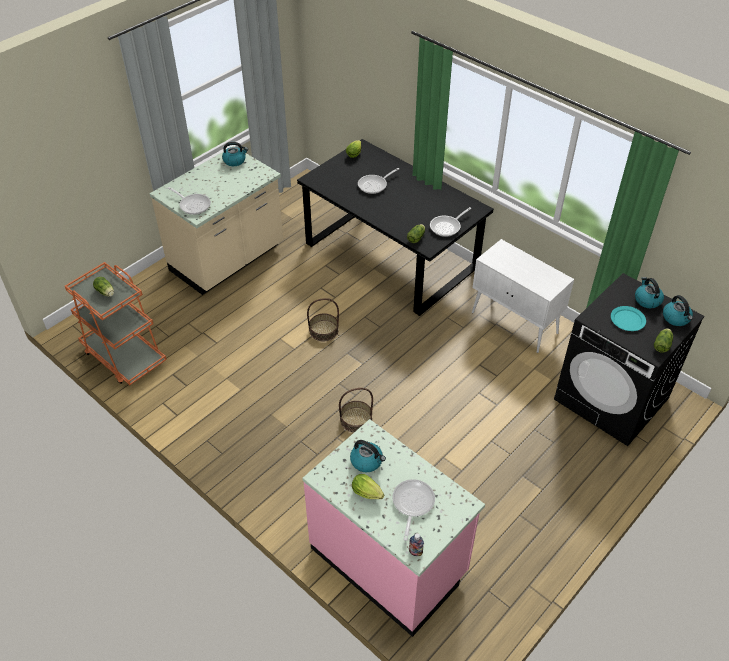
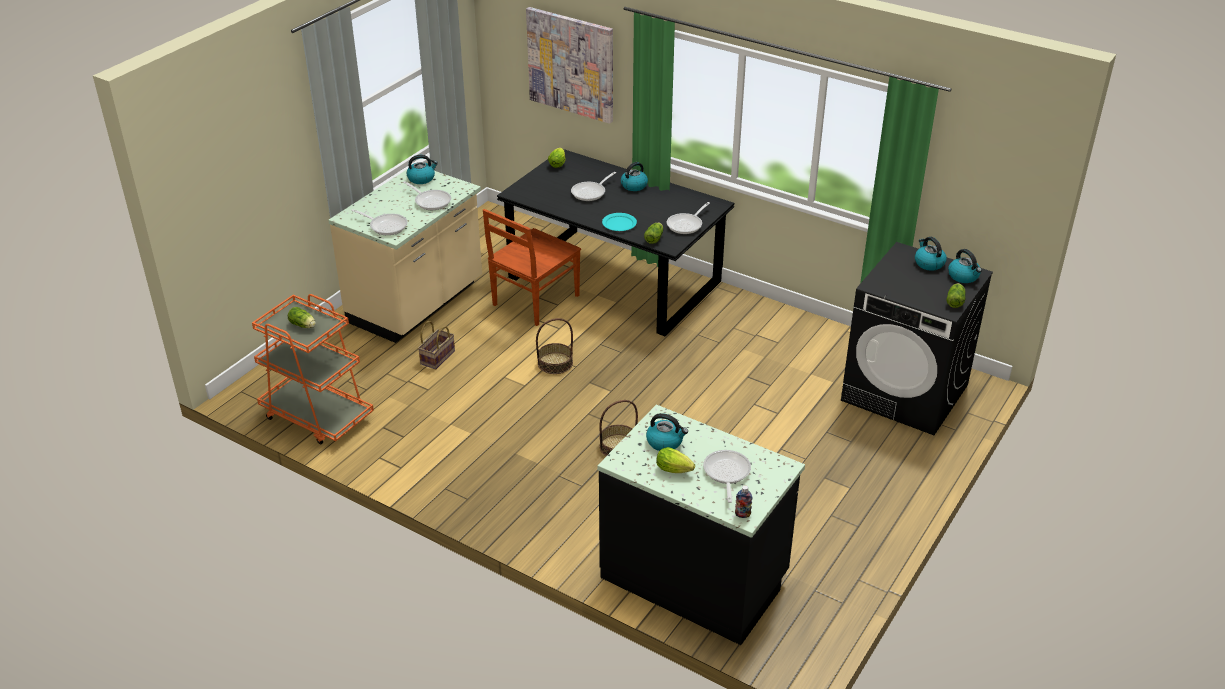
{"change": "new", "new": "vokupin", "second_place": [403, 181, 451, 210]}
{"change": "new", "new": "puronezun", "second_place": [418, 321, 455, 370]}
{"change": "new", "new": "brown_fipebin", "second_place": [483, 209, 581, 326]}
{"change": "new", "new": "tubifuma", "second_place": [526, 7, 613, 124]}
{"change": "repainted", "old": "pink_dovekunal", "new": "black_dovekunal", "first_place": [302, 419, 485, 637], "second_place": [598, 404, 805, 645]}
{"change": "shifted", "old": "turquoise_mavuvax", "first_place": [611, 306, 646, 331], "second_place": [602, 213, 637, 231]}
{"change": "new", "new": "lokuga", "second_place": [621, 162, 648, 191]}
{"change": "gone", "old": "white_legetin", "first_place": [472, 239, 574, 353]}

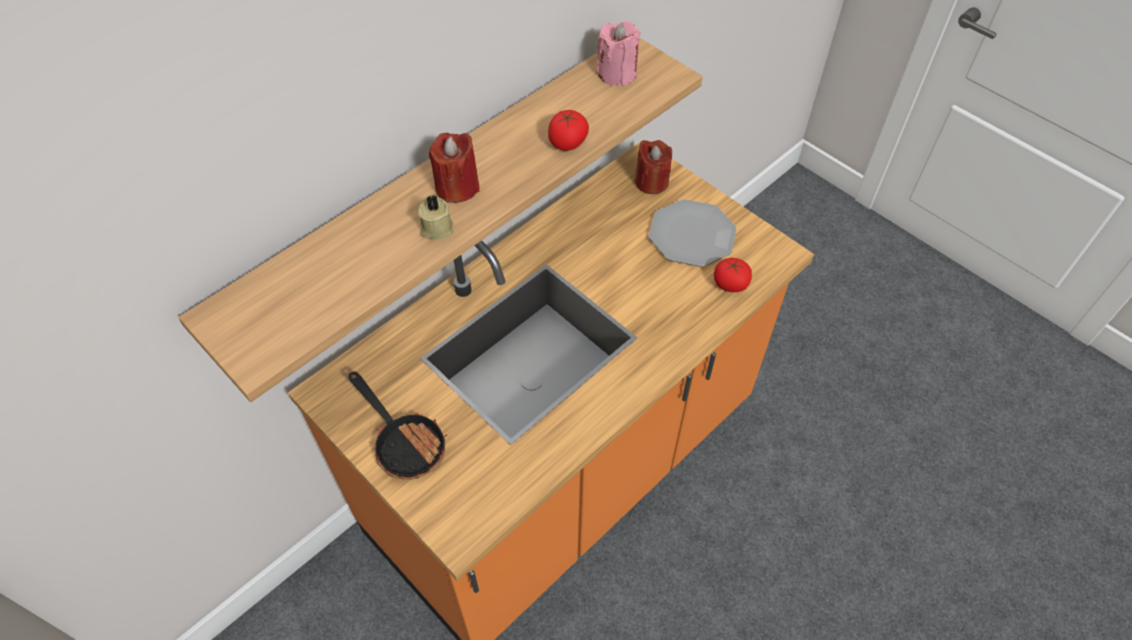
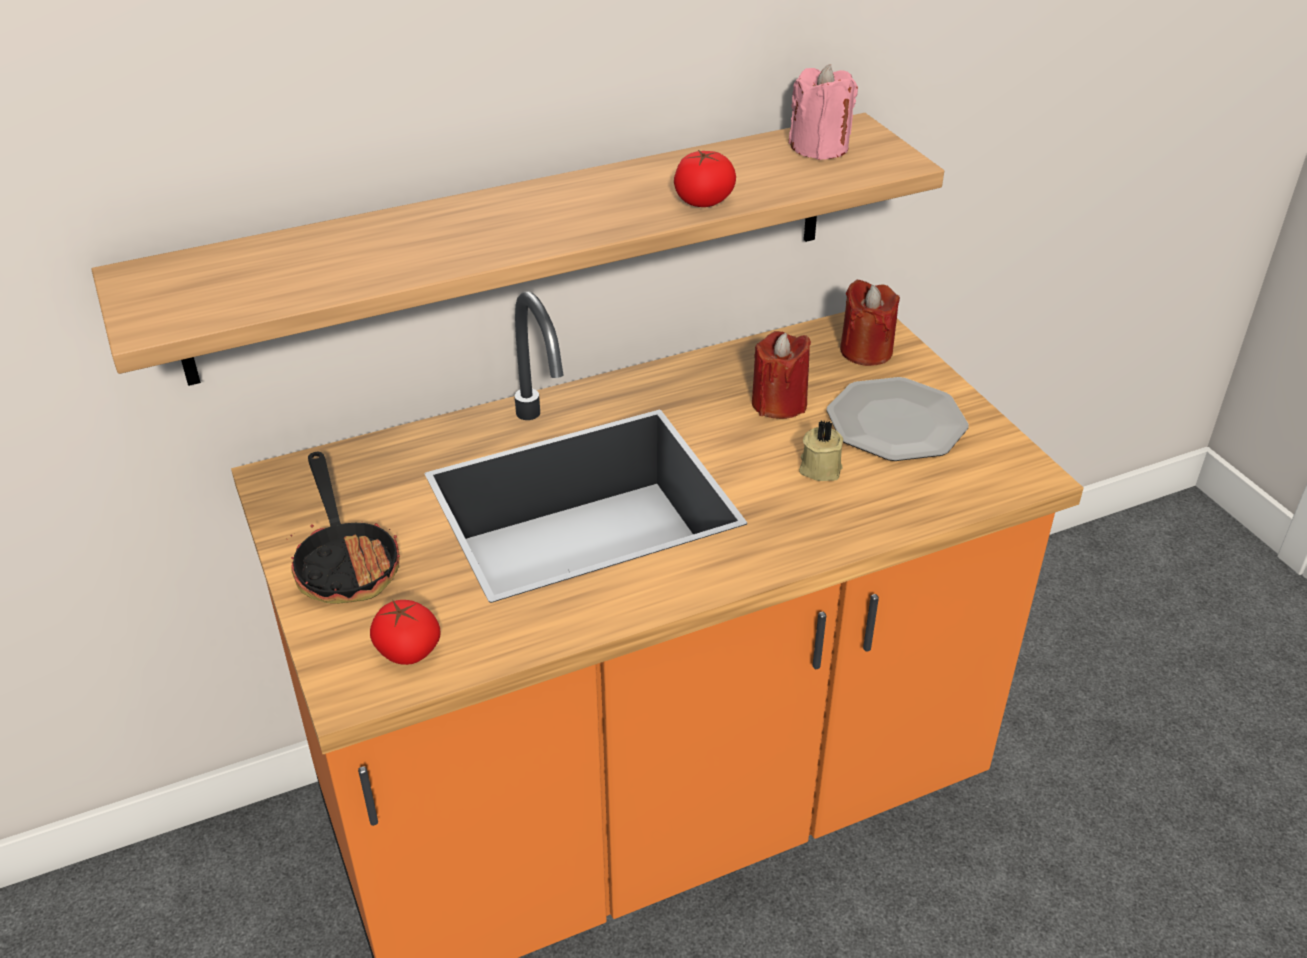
{"change": "shifted", "old": "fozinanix", "first_place": [714, 258, 752, 292], "second_place": [370, 600, 440, 665]}
{"change": "shifted", "old": "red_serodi", "first_place": [429, 133, 480, 203], "second_place": [752, 331, 811, 419]}
{"change": "shifted", "old": "beige_serodi", "first_place": [418, 194, 453, 240], "second_place": [799, 421, 843, 481]}

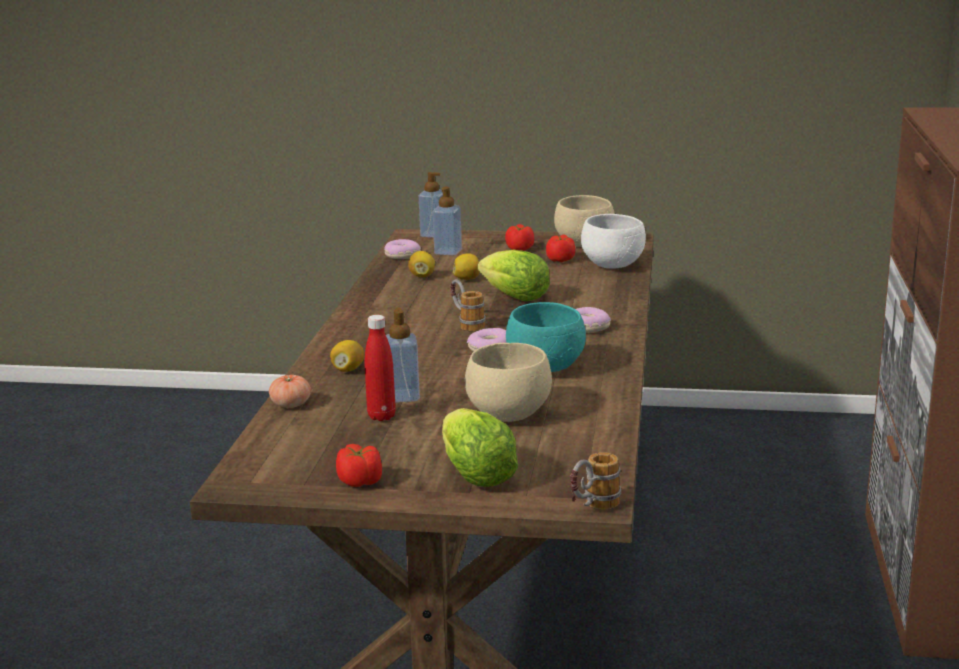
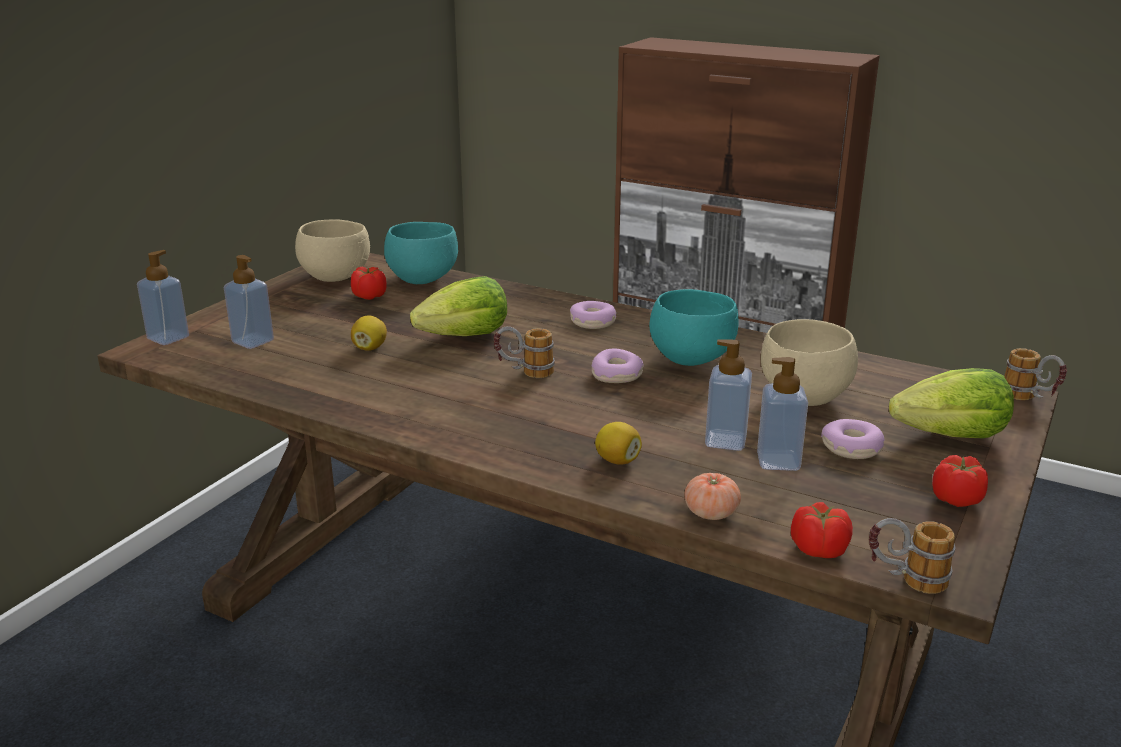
{"change": "repainted", "old": "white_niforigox", "new": "turquoise_niforigox", "first_place": [581, 214, 646, 269], "second_place": [384, 222, 458, 284]}
{"change": "swapped", "old": "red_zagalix", "new": "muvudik", "first_place": [365, 315, 396, 421], "second_place": [757, 357, 808, 471]}
{"change": "shifted", "old": "fozinanix", "first_place": [505, 224, 534, 251], "second_place": [791, 502, 853, 558]}
{"change": "shifted", "old": "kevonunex", "first_place": [384, 239, 421, 259], "second_place": [821, 419, 885, 459]}
{"change": "new", "new": "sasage", "second_place": [869, 518, 956, 594]}
{"change": "gone", "old": "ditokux", "first_place": [408, 251, 435, 277]}

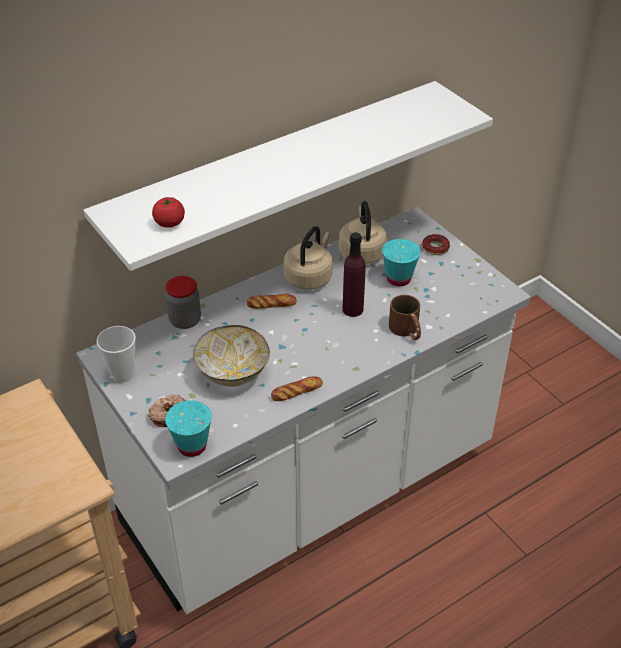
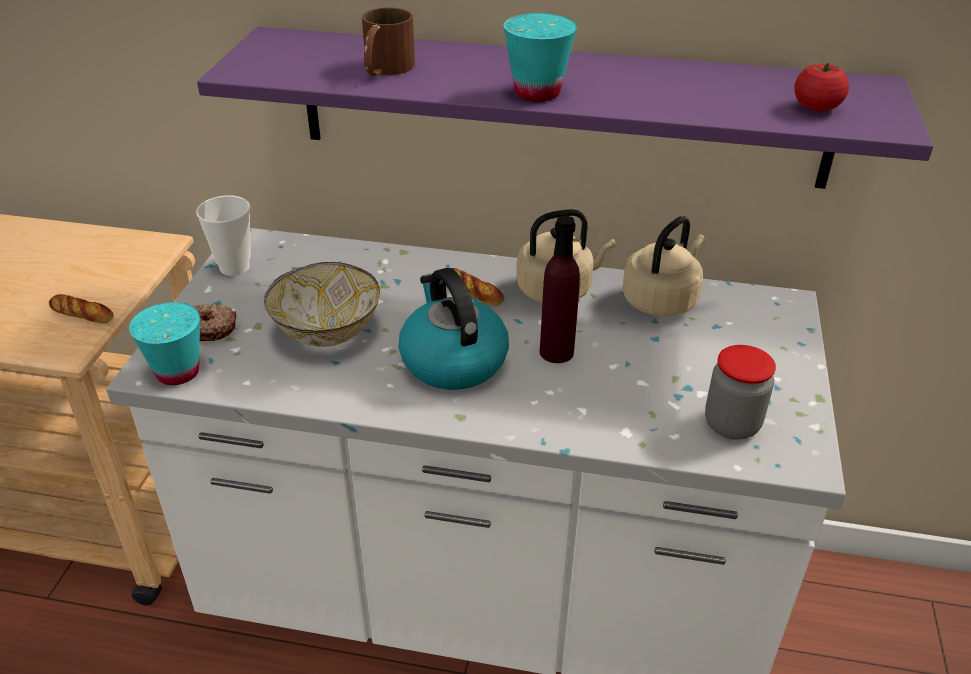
{"change": "shifted", "old": "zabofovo", "first_place": [271, 377, 323, 401], "second_place": [49, 294, 114, 323]}
{"change": "repainted", "old": "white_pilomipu", "new": "purple_pilomipu", "first_place": [84, 81, 493, 271], "second_place": [197, 27, 933, 189]}
{"change": "shifted", "old": "brown_sasage", "first_place": [389, 295, 421, 340], "second_place": [362, 7, 415, 76]}
{"change": "new", "new": "lokuga", "second_place": [399, 268, 509, 390]}
{"change": "shifted", "old": "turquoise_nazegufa", "first_place": [382, 239, 421, 286], "second_place": [503, 13, 577, 102]}
{"change": "shifted", "old": "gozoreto", "first_place": [165, 276, 201, 329], "second_place": [705, 345, 776, 440]}
{"change": "shifted", "old": "fozinanix", "first_place": [152, 197, 185, 228], "second_place": [794, 63, 849, 112]}
{"change": "gone", "old": "kevonunex", "first_place": [422, 234, 450, 255]}

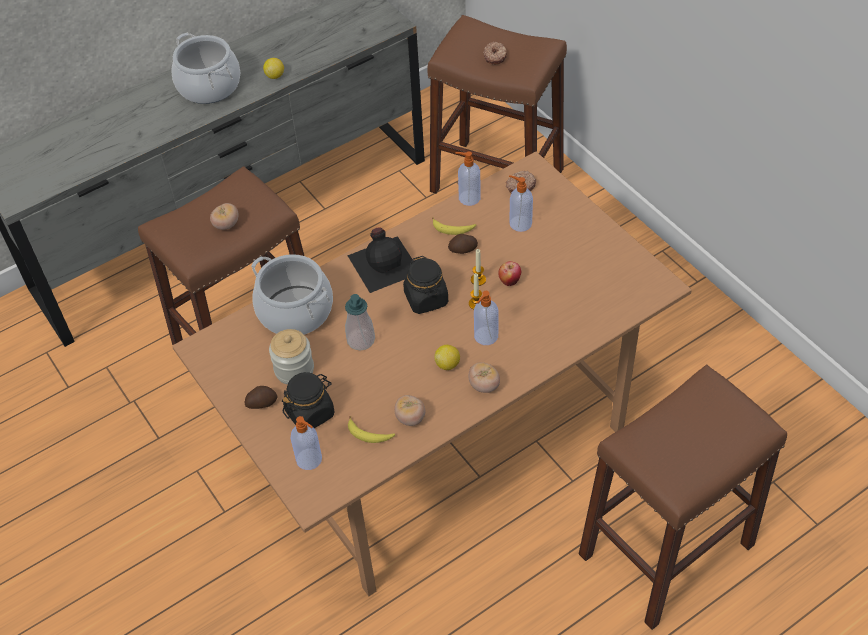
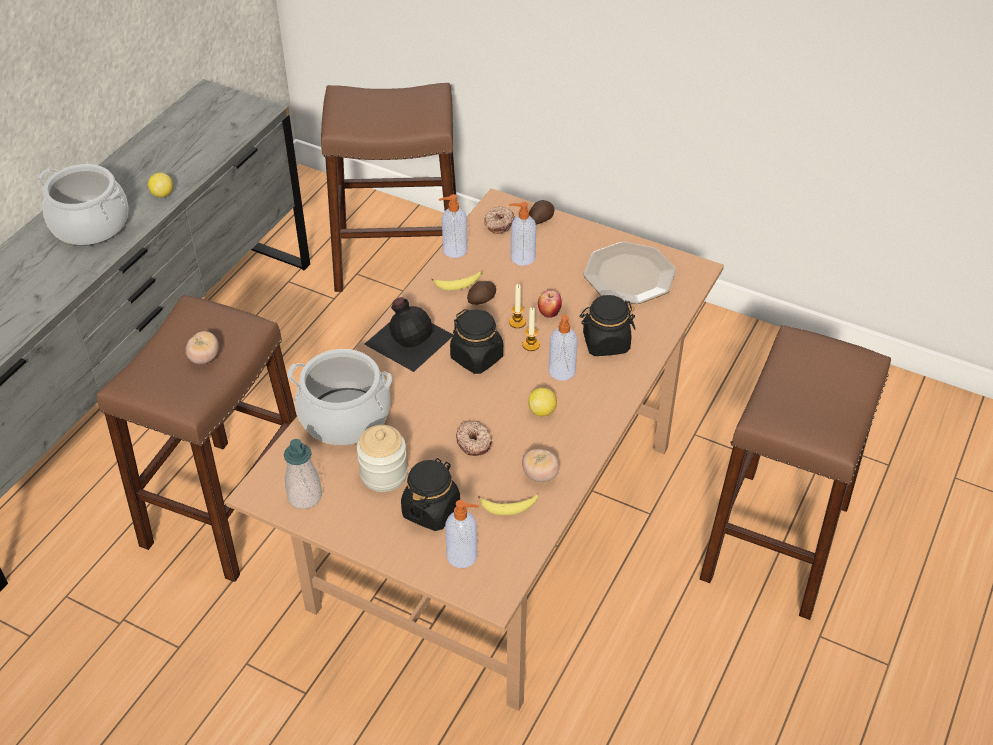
{"change": "shifted", "old": "muvudik", "first_place": [345, 294, 375, 350], "second_place": [284, 439, 322, 509]}
{"change": "shifted", "old": "kevonunex", "first_place": [483, 42, 507, 64], "second_place": [456, 421, 492, 456]}
{"change": "shifted", "old": "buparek", "first_place": [244, 386, 278, 409], "second_place": [529, 200, 555, 225]}
{"change": "new", "new": "black_gozoreto", "second_place": [580, 295, 635, 356]}
{"change": "new", "new": "mavuvax", "second_place": [584, 242, 676, 304]}
{"change": "gone", "old": "fozinanix", "first_place": [469, 362, 500, 393]}

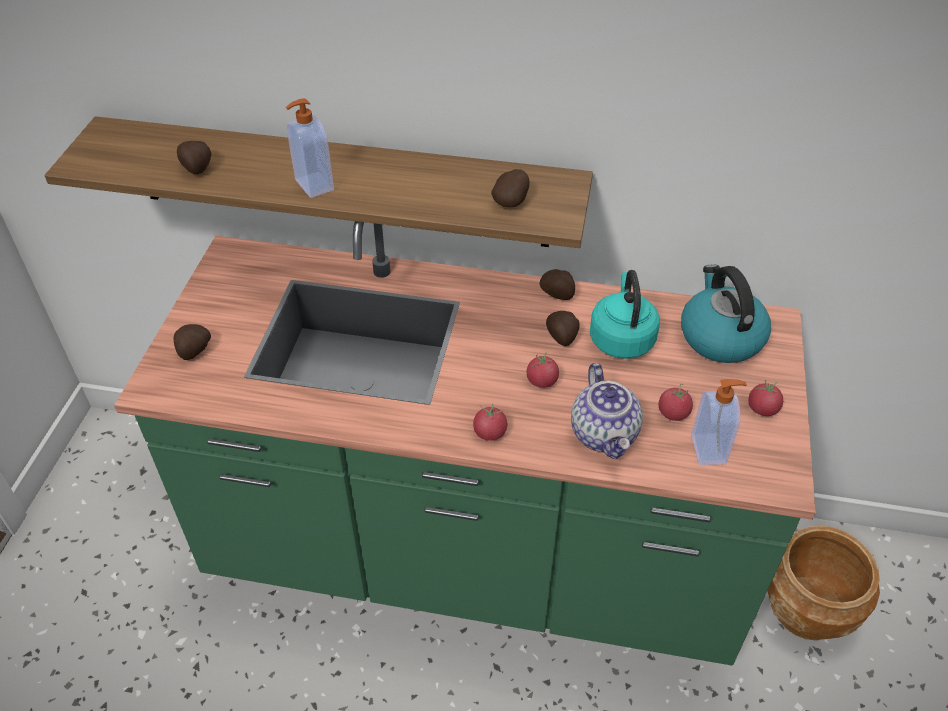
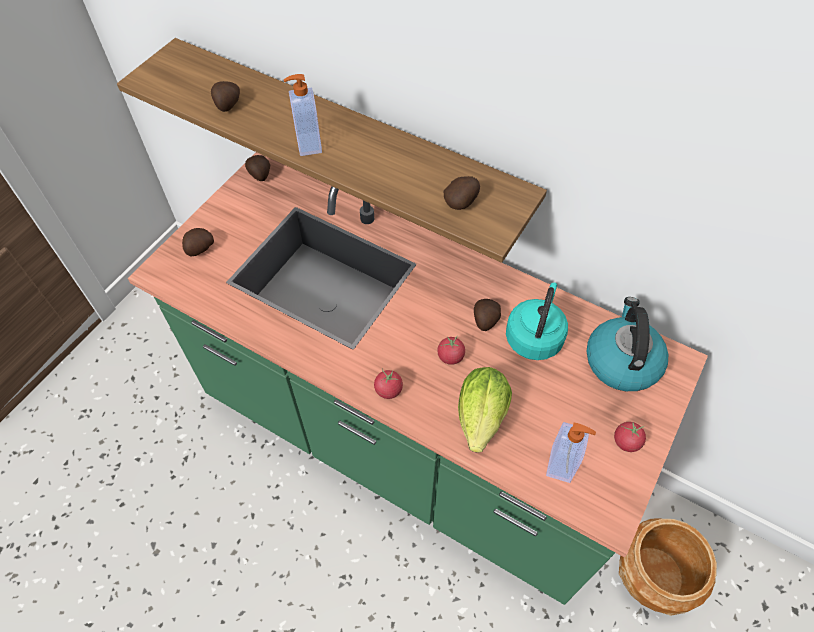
{"change": "shifted", "old": "buparek", "first_place": [540, 269, 575, 300], "second_place": [245, 155, 270, 181]}
{"change": "swapped", "old": "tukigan", "new": "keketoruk", "first_place": [571, 363, 643, 459], "second_place": [458, 367, 512, 453]}
{"change": "gone", "old": "fozinanix", "first_place": [658, 383, 693, 421]}

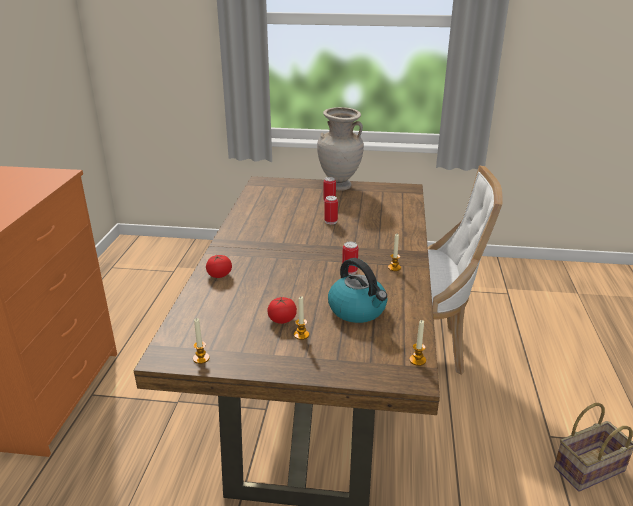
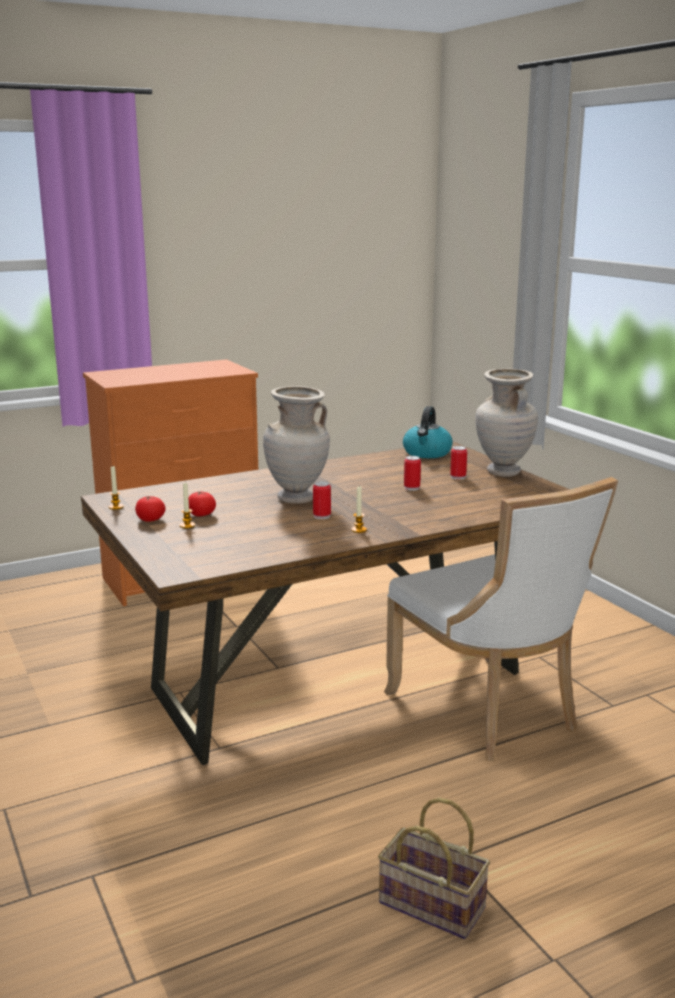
{"change": "shifted", "old": "fozinanix", "first_place": [206, 255, 232, 278], "second_place": [135, 496, 166, 522]}
{"change": "new", "new": "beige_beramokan", "second_place": [263, 386, 330, 504]}
{"change": "shifted", "old": "lokuga", "first_place": [328, 258, 387, 323], "second_place": [403, 406, 453, 458]}
{"change": "gone", "old": "serodi", "first_place": [409, 320, 426, 366]}

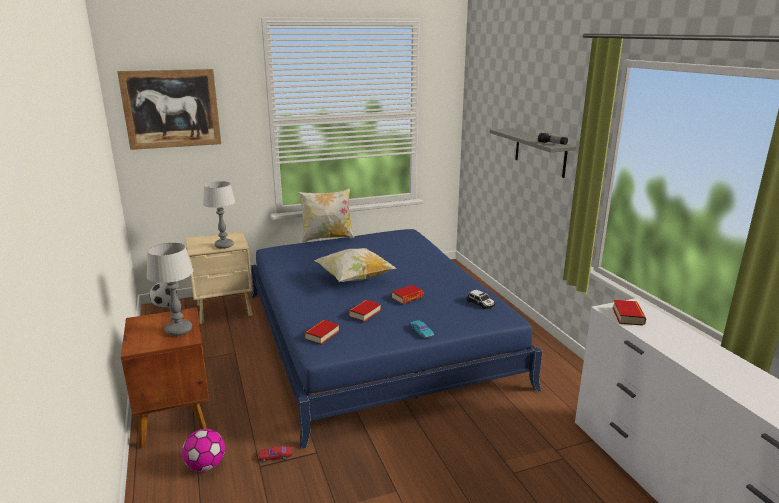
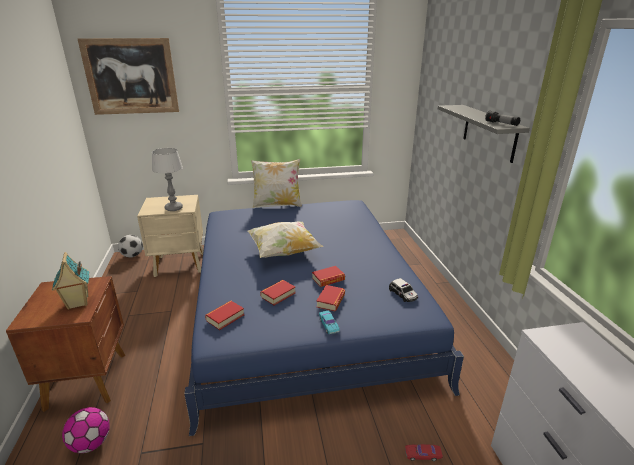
{"change": "swapped", "old": "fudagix", "new": "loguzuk", "first_place": [147, 243, 193, 336], "second_place": [52, 252, 89, 310]}
{"change": "shifted", "old": "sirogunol", "first_place": [613, 300, 646, 326], "second_place": [317, 285, 345, 311]}
{"change": "shifted", "old": "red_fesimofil", "first_place": [258, 446, 292, 462], "second_place": [405, 444, 443, 461]}

